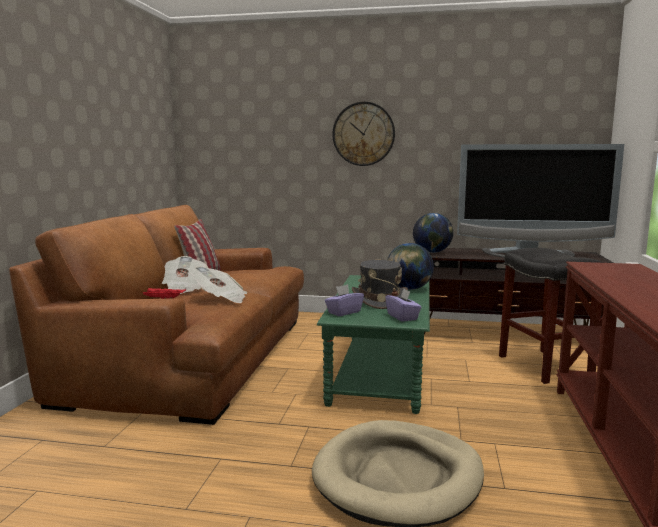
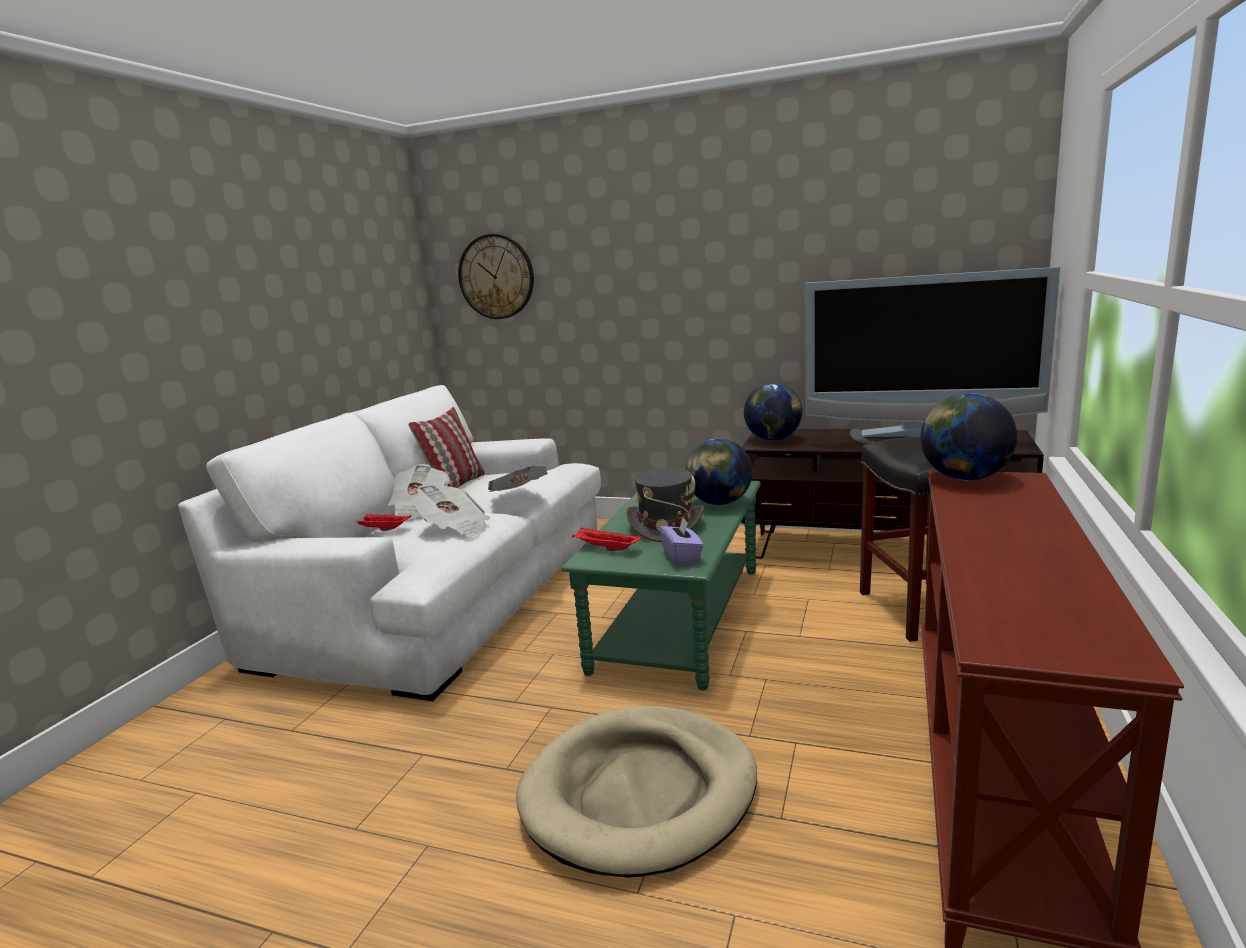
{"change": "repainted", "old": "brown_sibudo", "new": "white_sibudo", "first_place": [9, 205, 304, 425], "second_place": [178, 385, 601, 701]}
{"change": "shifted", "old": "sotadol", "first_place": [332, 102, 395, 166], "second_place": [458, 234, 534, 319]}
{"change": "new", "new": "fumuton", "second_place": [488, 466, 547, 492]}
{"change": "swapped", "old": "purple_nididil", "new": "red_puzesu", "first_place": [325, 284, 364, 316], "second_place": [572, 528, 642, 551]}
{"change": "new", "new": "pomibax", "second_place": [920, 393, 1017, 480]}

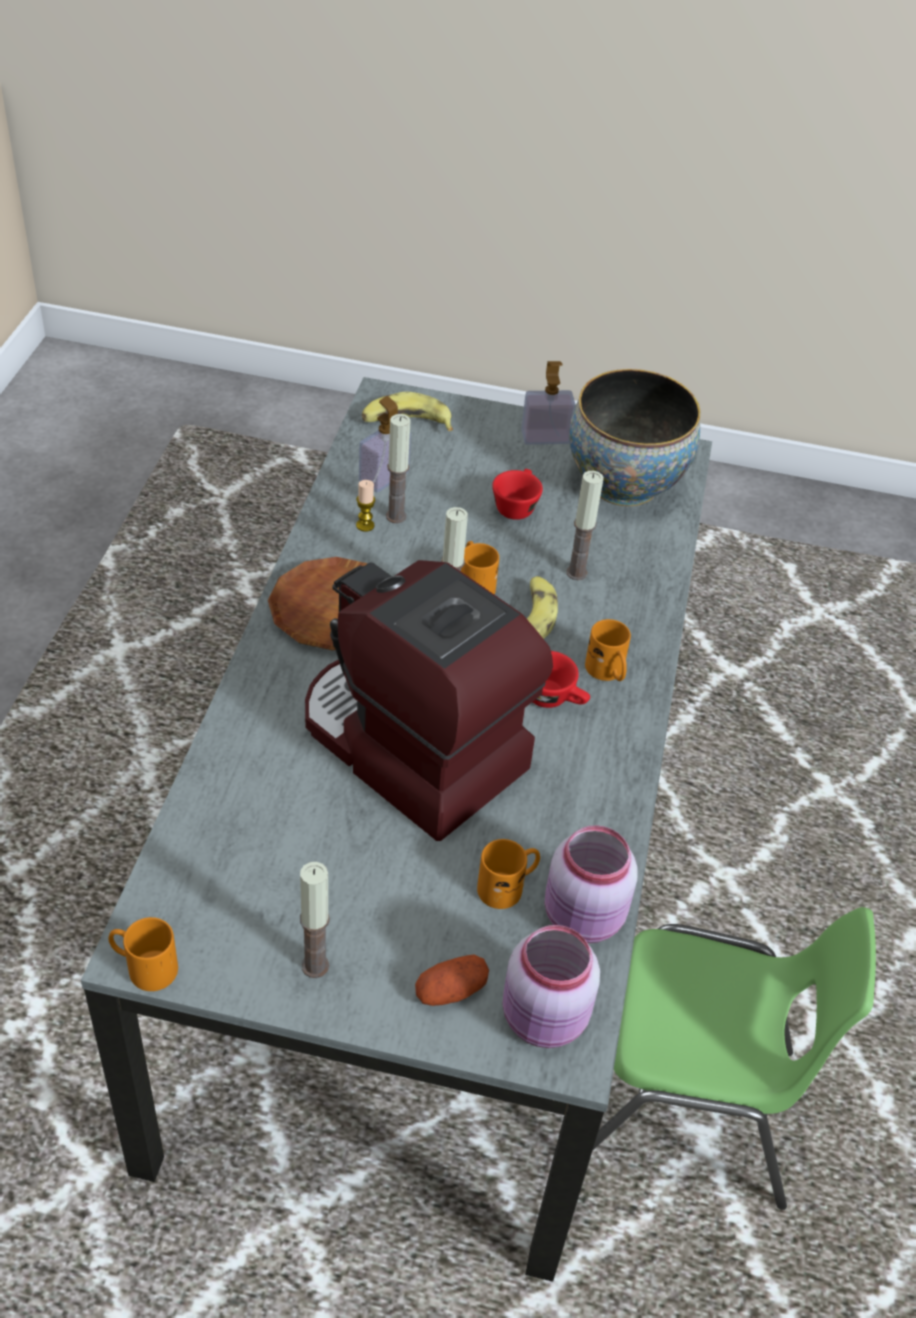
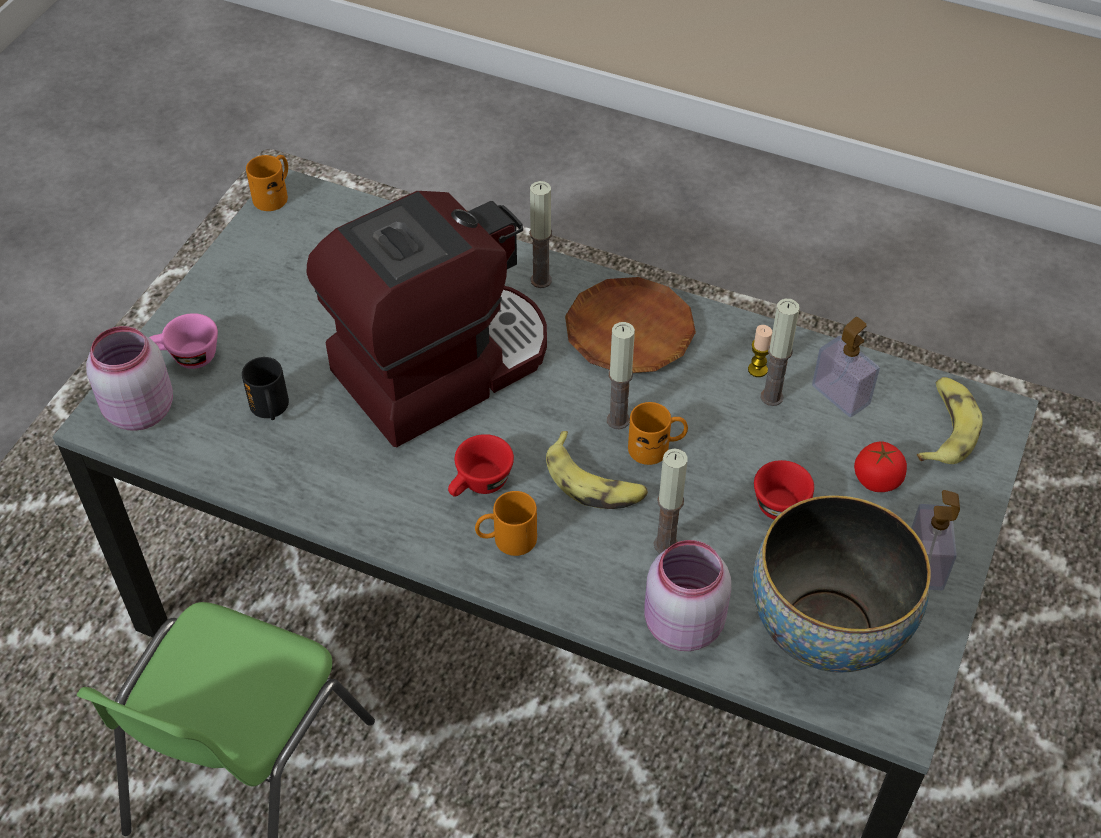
{"change": "swapped", "old": "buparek", "new": "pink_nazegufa", "first_place": [415, 954, 489, 1006], "second_place": [149, 313, 218, 369]}
{"change": "repainted", "old": "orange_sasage", "new": "black_sasage", "first_place": [477, 839, 540, 909], "second_place": [242, 357, 289, 420]}
{"change": "shifted", "old": "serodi", "first_place": [300, 862, 330, 978], "second_place": [529, 181, 552, 288]}
{"change": "shifted", "old": "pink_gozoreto", "first_place": [545, 825, 638, 943], "second_place": [644, 540, 731, 651]}
{"change": "new", "new": "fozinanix", "second_place": [854, 442, 907, 492]}

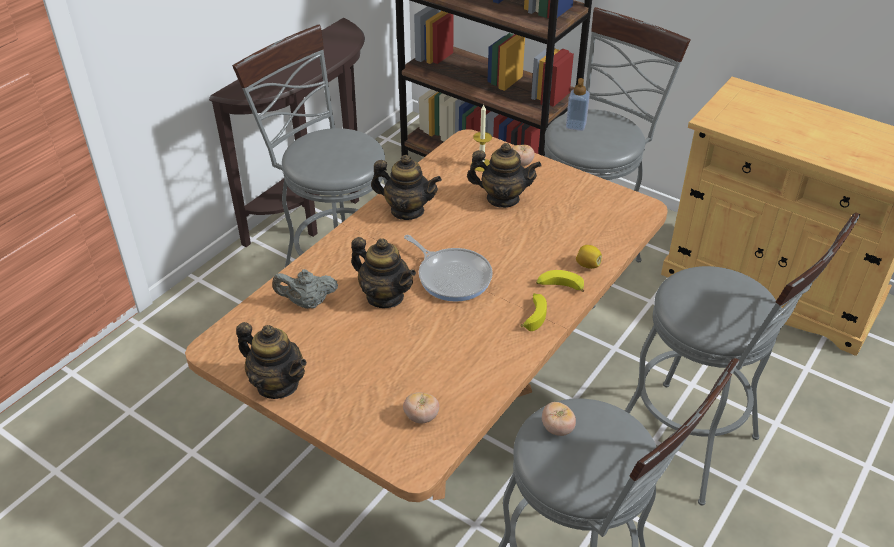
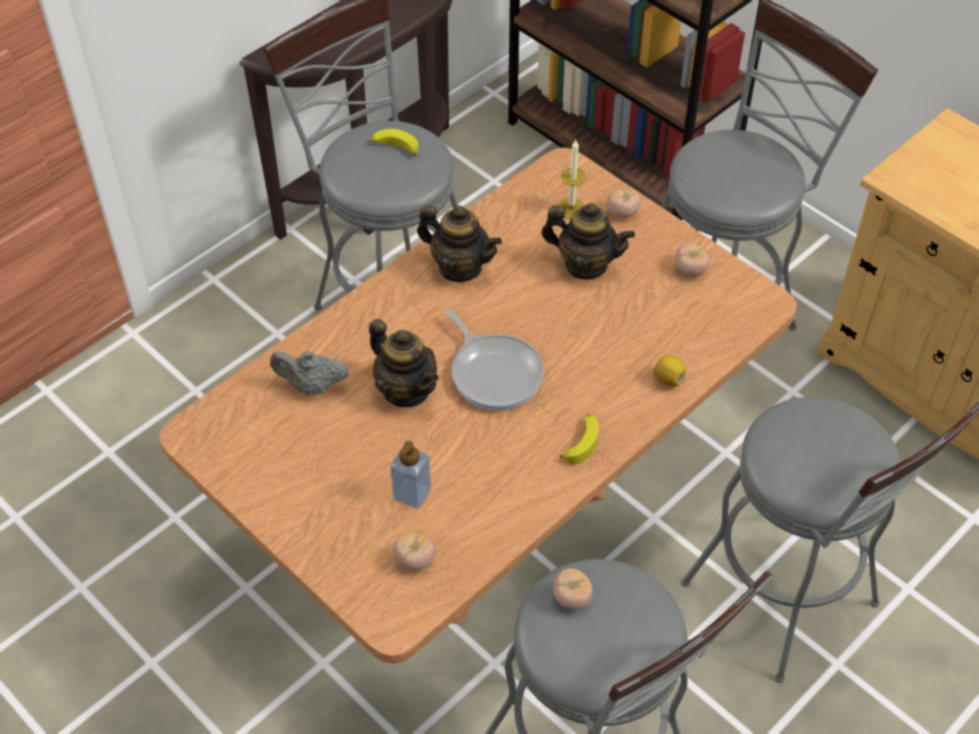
{"change": "shifted", "old": "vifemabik", "first_place": [536, 270, 584, 292], "second_place": [370, 129, 419, 156]}
{"change": "shifted", "old": "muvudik", "first_place": [566, 78, 590, 131], "second_place": [390, 441, 431, 509]}
{"change": "new", "new": "fozinanix", "second_place": [675, 243, 709, 277]}
{"change": "gone", "old": "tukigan", "first_place": [236, 322, 307, 399]}

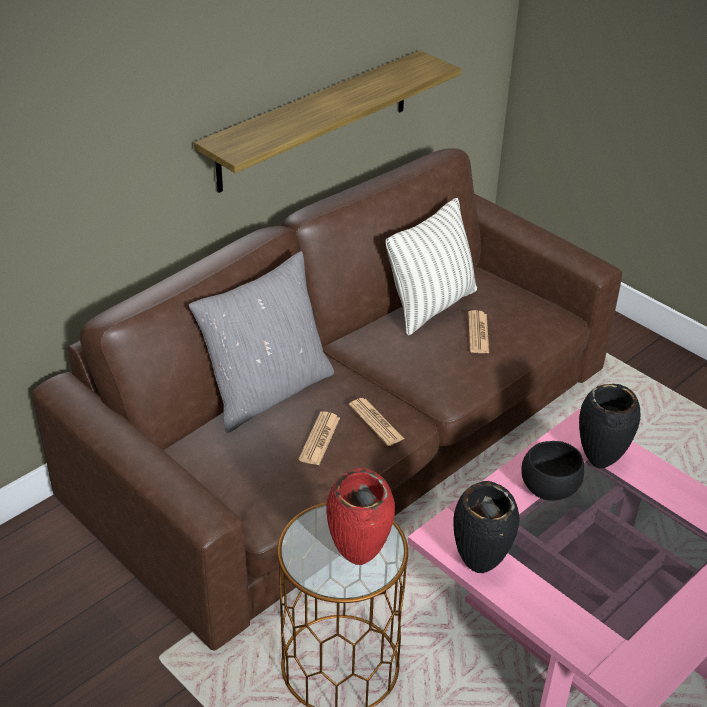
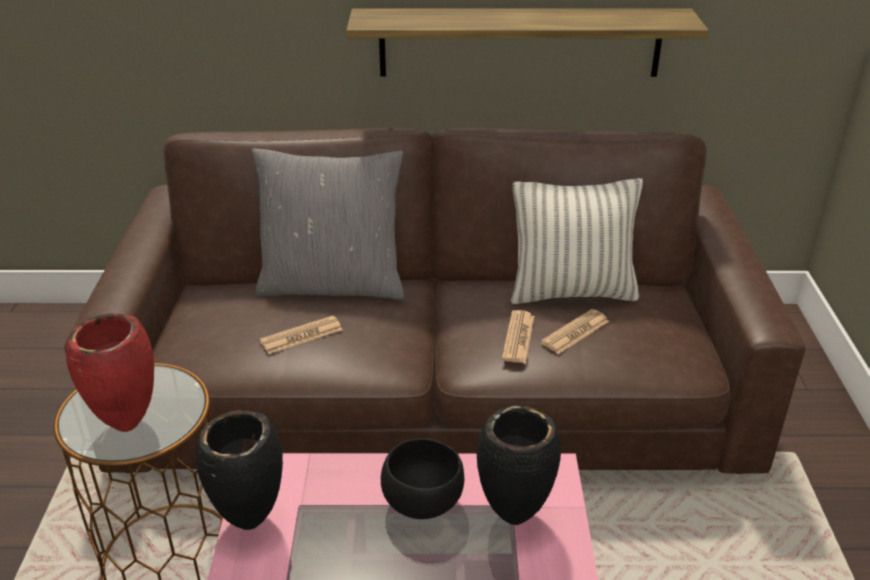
{"change": "shifted", "old": "fumuton", "first_place": [349, 398, 404, 446], "second_place": [502, 310, 535, 363]}

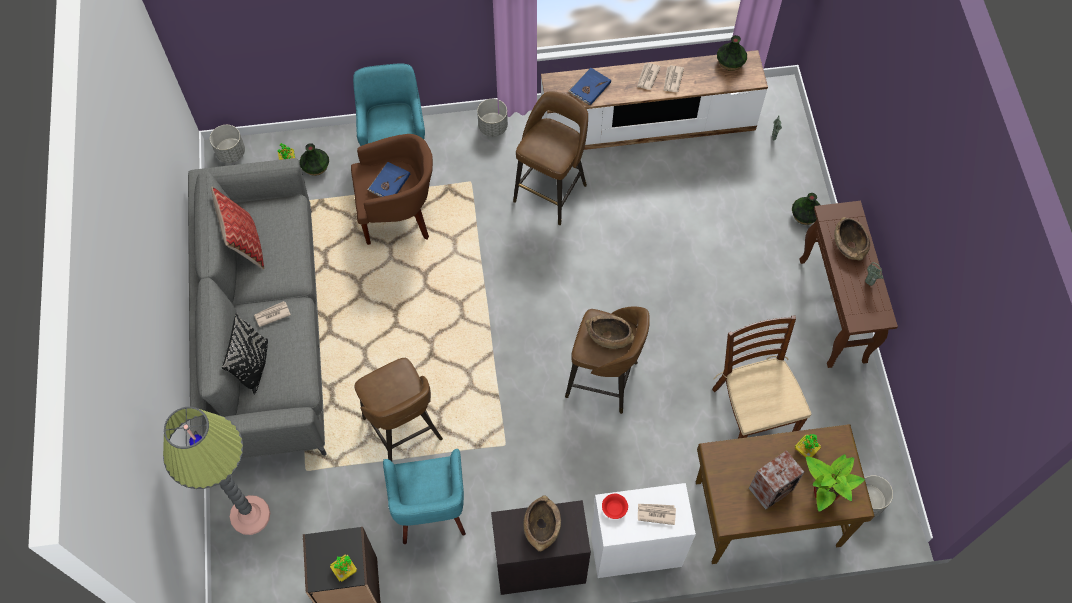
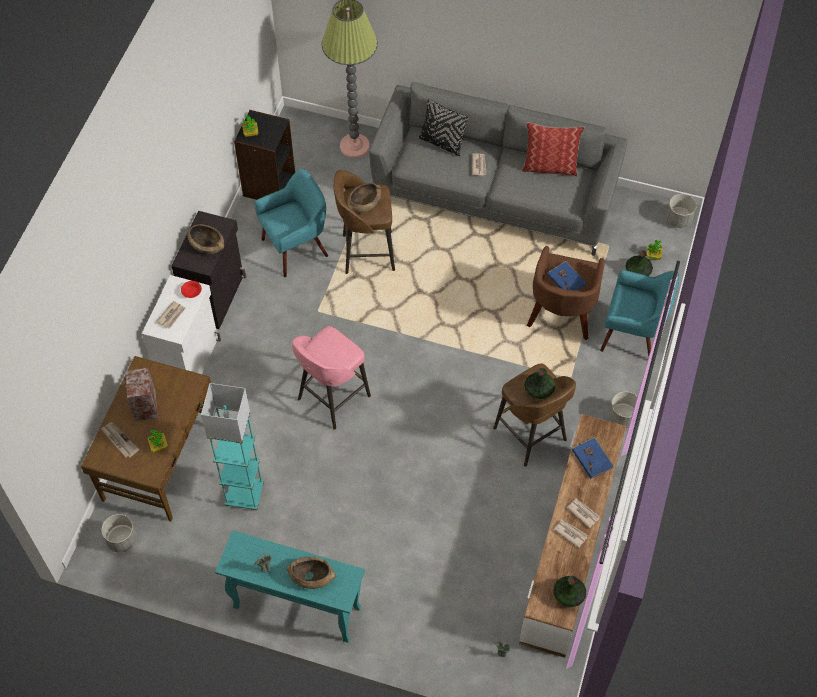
{"change": "swapped", "old": "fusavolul", "new": "fumuton", "first_place": [806, 454, 865, 512], "second_place": [100, 422, 140, 458]}
{"change": "swapped", "old": "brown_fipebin", "new": "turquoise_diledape", "first_place": [712, 315, 811, 439], "second_place": [201, 383, 264, 510]}
{"change": "repainted", "old": "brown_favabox", "new": "turquoise_favabox", "first_place": [799, 201, 898, 368], "second_place": [215, 530, 365, 643]}
{"change": "rotated", "old": "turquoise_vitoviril", "first_place": [383, 449, 466, 544], "second_place": [255, 169, 328, 277], "degrees": 135}
{"change": "repainted", "old": "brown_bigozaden", "new": "pink_bigozaden", "first_place": [565, 306, 650, 414], "second_place": [292, 326, 371, 430]}
{"change": "shifted", "old": "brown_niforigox", "first_place": [585, 314, 634, 349], "second_place": [347, 183, 381, 213]}
{"change": "shifted", "old": "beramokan", "first_place": [792, 193, 820, 225], "second_place": [524, 368, 555, 400]}

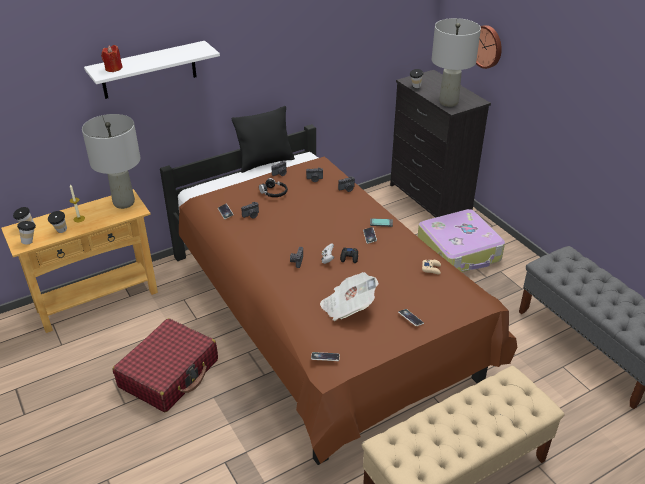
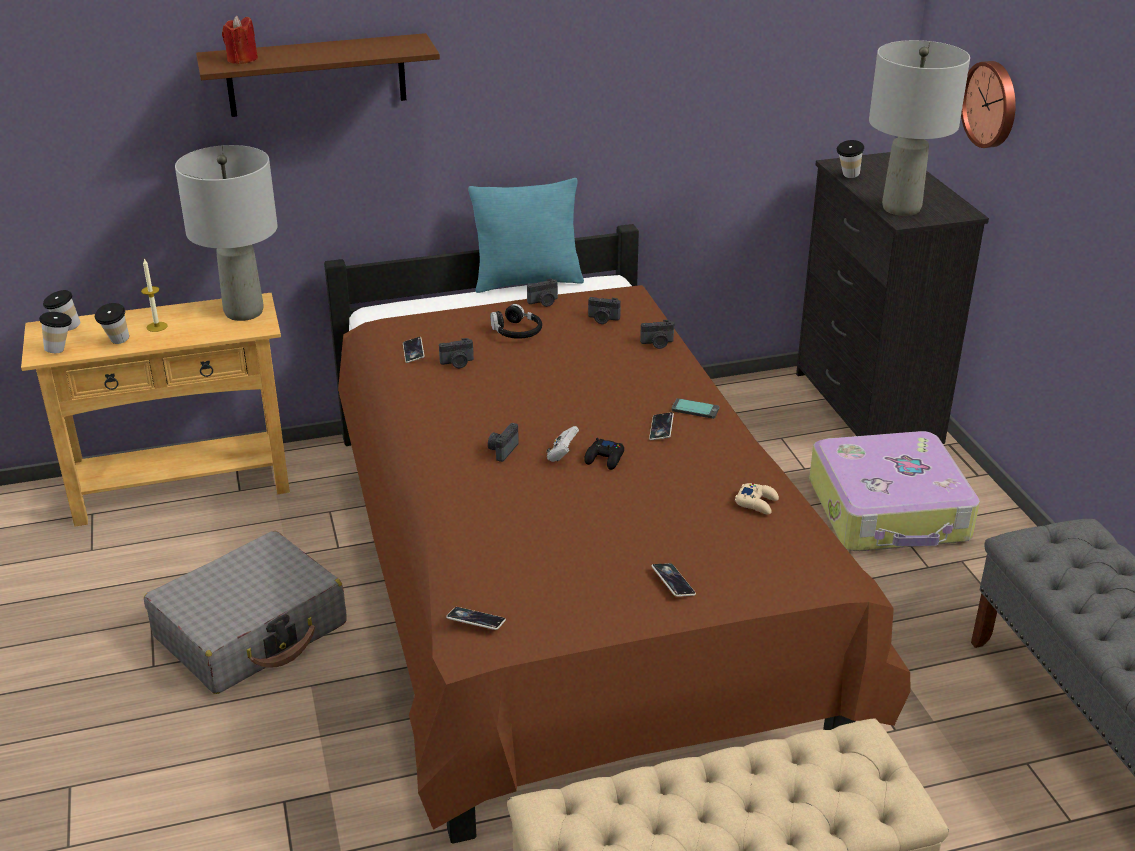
{"change": "repainted", "old": "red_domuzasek", "new": "grey_domuzasek", "first_place": [113, 318, 218, 412], "second_place": [144, 531, 347, 694]}
{"change": "repainted", "old": "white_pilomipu", "new": "brown_pilomipu", "first_place": [84, 41, 220, 99], "second_place": [196, 33, 440, 117]}
{"change": "repainted", "old": "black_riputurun", "new": "turquoise_riputurun", "first_place": [232, 106, 295, 173], "second_place": [468, 178, 584, 293]}
{"change": "gone", "old": "fumuton", "first_place": [320, 272, 379, 321]}

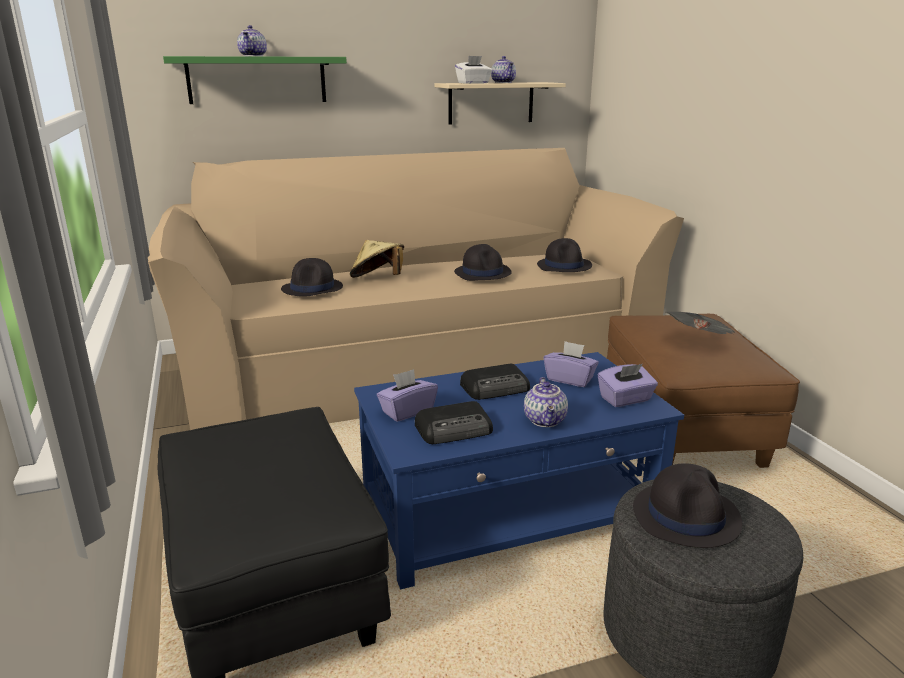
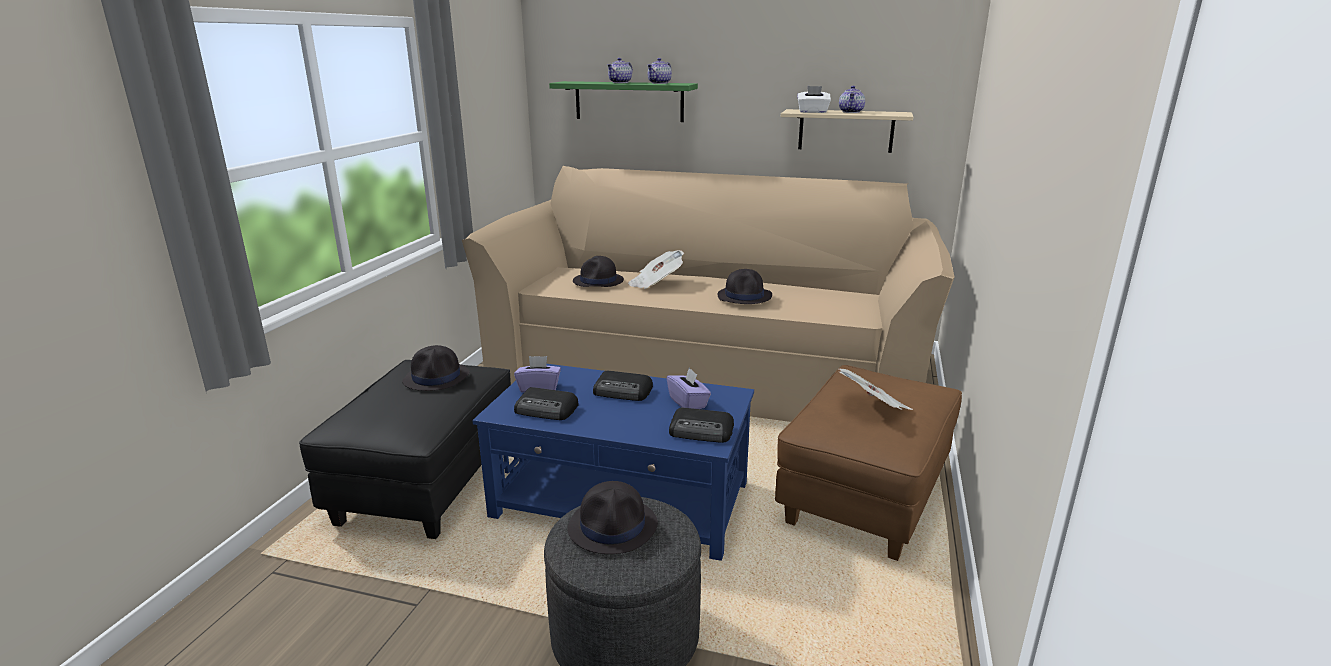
{"change": "shifted", "old": "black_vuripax", "first_place": [537, 238, 592, 272], "second_place": [402, 345, 470, 391]}
{"change": "swapped", "old": "beige_vuripax", "new": "fumuton", "first_place": [350, 240, 404, 278], "second_place": [628, 250, 684, 289]}
{"change": "shifted", "old": "tukigan", "first_place": [524, 377, 568, 427], "second_place": [647, 58, 672, 84]}
{"change": "swapped", "old": "purple_nididil", "new": "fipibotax", "first_place": [598, 364, 658, 407], "second_place": [669, 408, 734, 443]}

